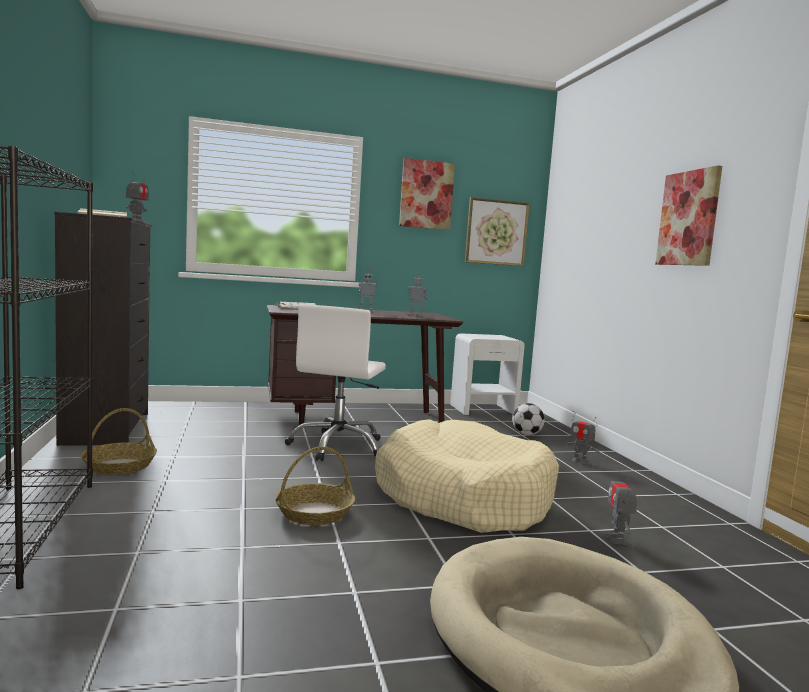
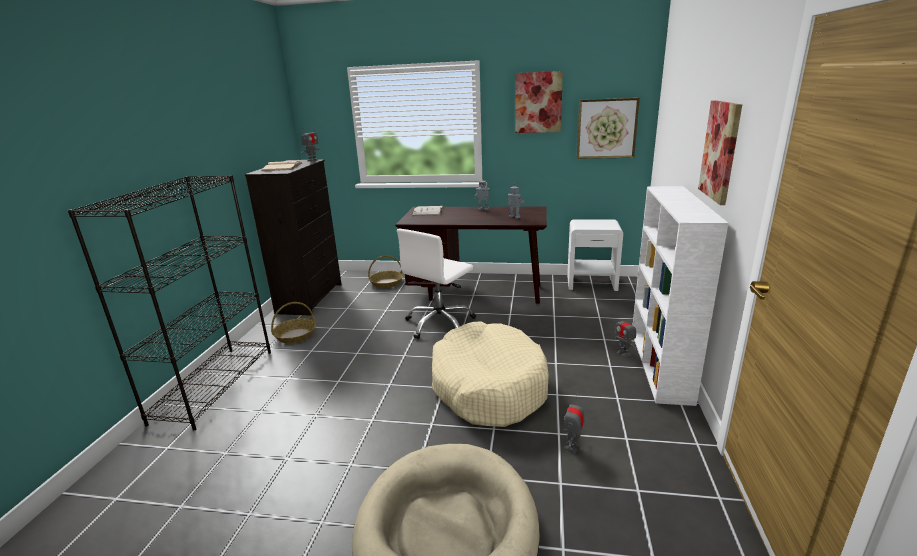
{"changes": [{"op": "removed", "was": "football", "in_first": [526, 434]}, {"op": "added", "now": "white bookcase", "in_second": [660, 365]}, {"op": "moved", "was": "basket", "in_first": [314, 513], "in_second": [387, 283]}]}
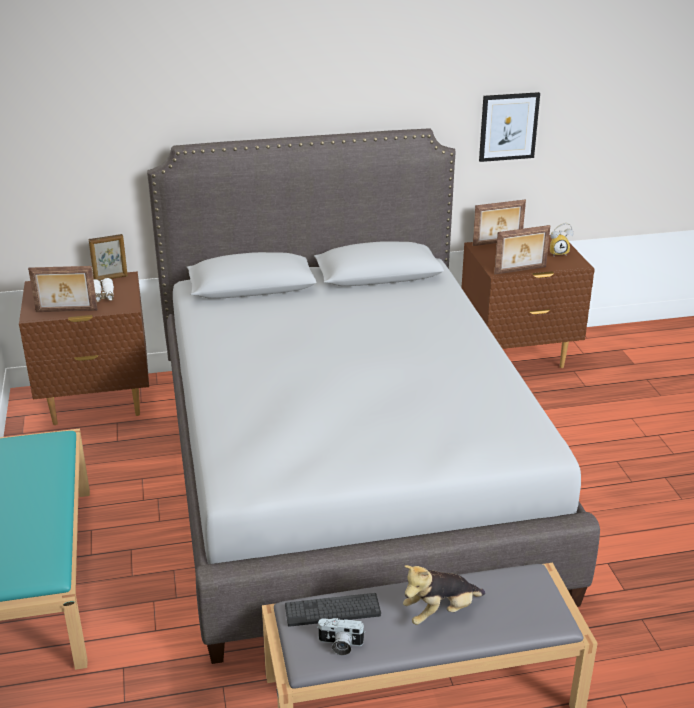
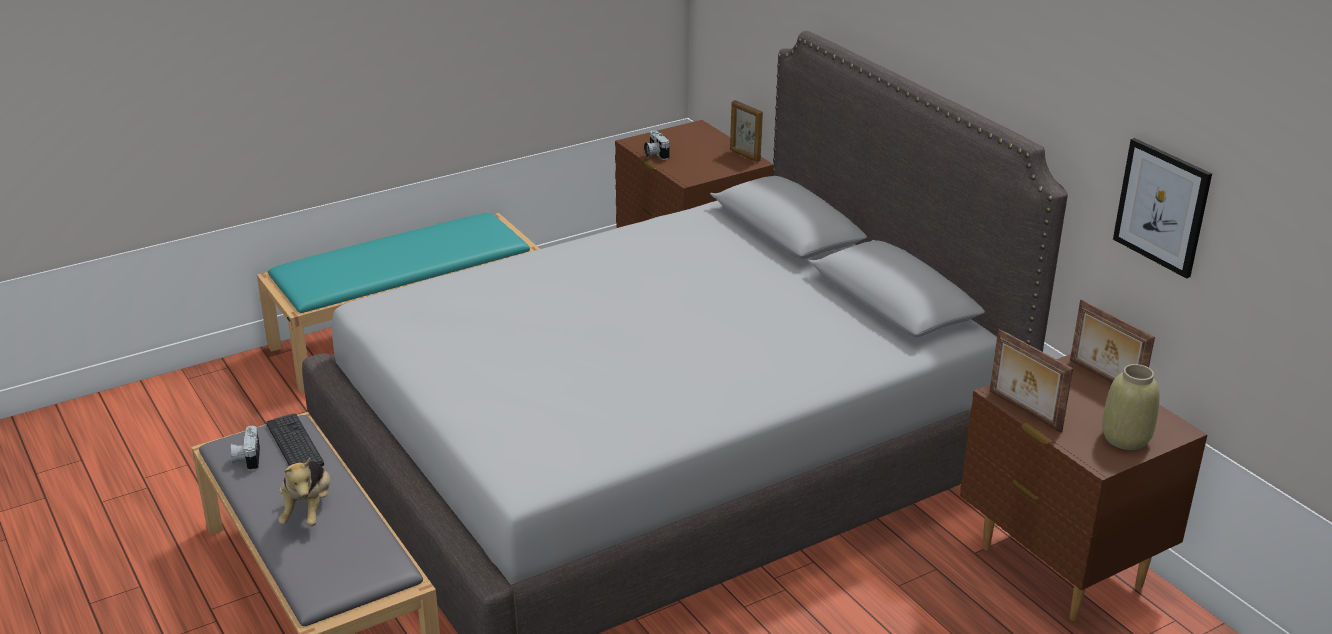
{"changes": [{"op": "removed", "was": "white binoculars", "in_first": [103, 296]}, {"op": "replaced", "was": "picture frame", "now": "photo camera", "in_first": [66, 311], "in_second": [655, 154]}, {"op": "replaced", "was": "alarm clock", "now": "beige vase", "in_first": [558, 253], "in_second": [1126, 439]}, {"op": "turned", "was": "plush toy", "in_first": [440, 612], "in_second": [308, 510], "clockwise": -135}]}
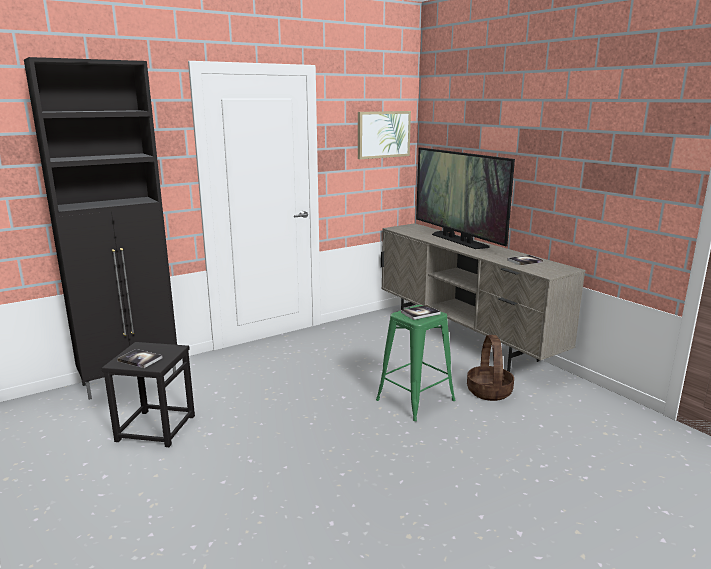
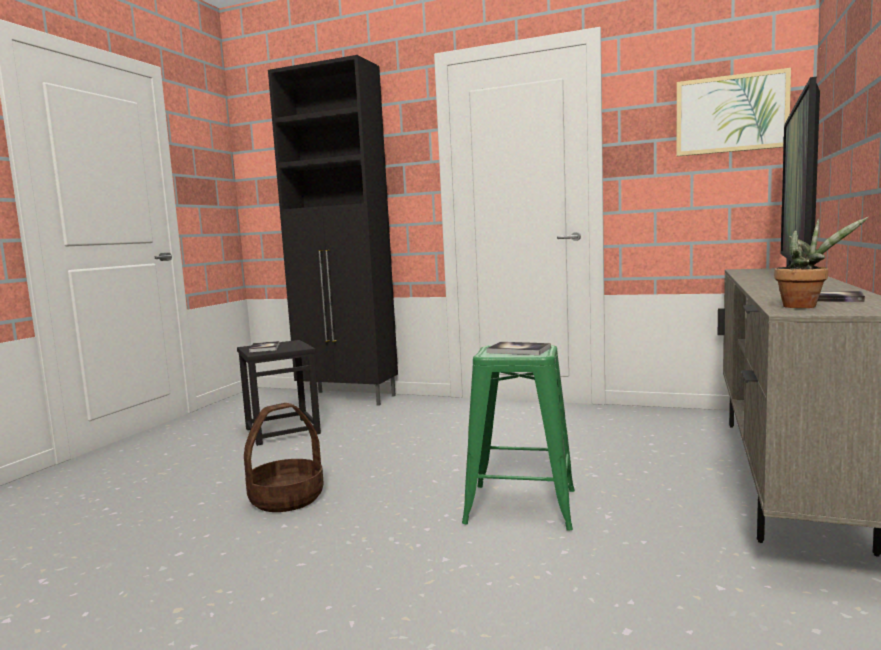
{"changes": [{"op": "added", "now": "potted plant", "in_second": [804, 306]}, {"op": "moved", "was": "basket", "in_first": [488, 391], "in_second": [287, 498]}]}
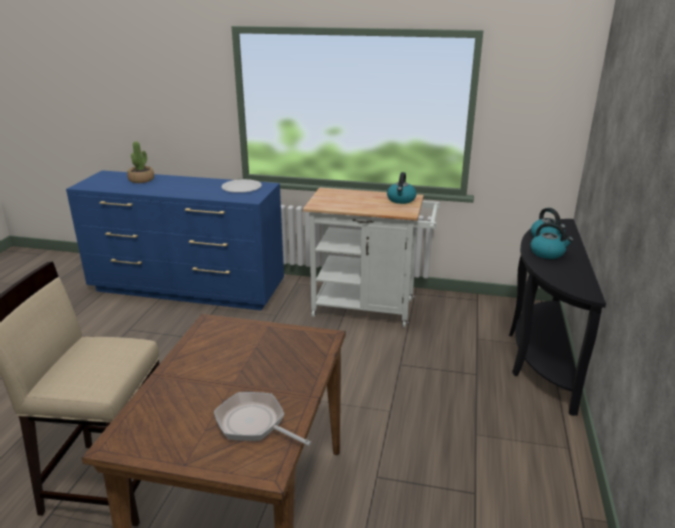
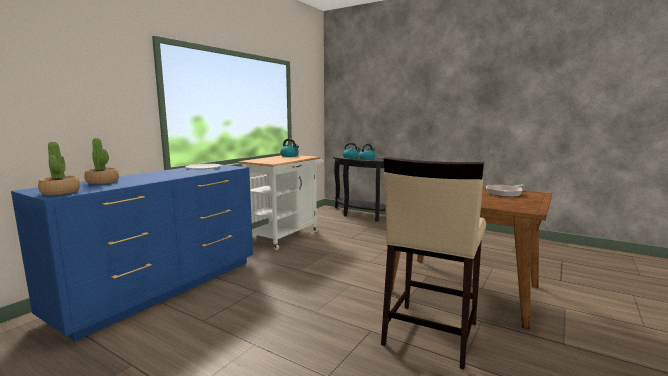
{"changes": [{"op": "added", "now": "potted plant", "in_second": [60, 192]}]}
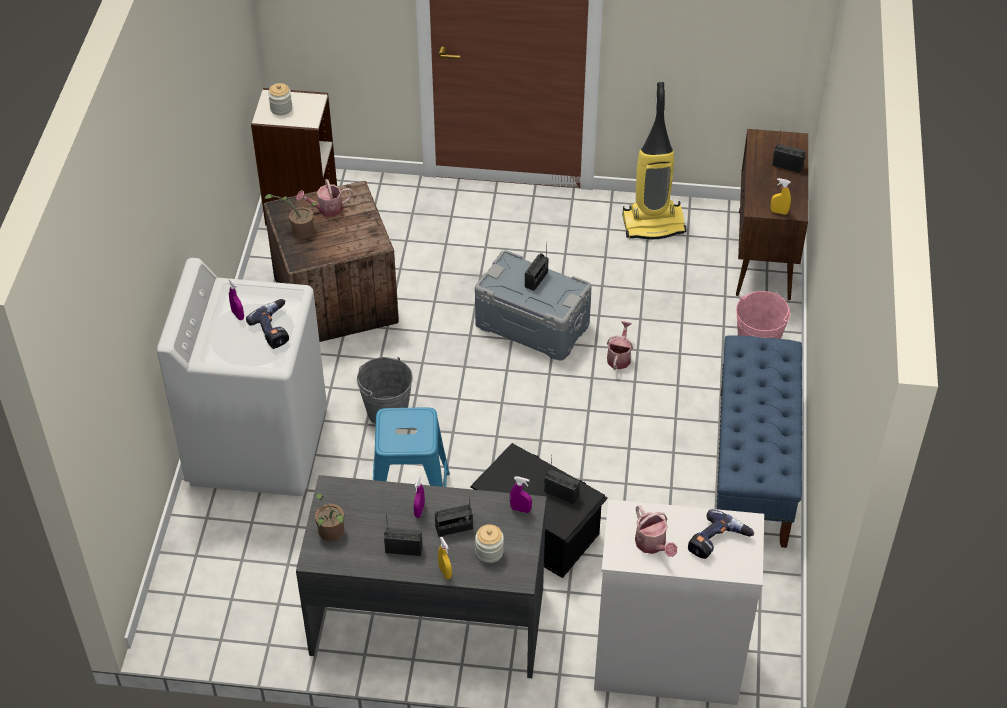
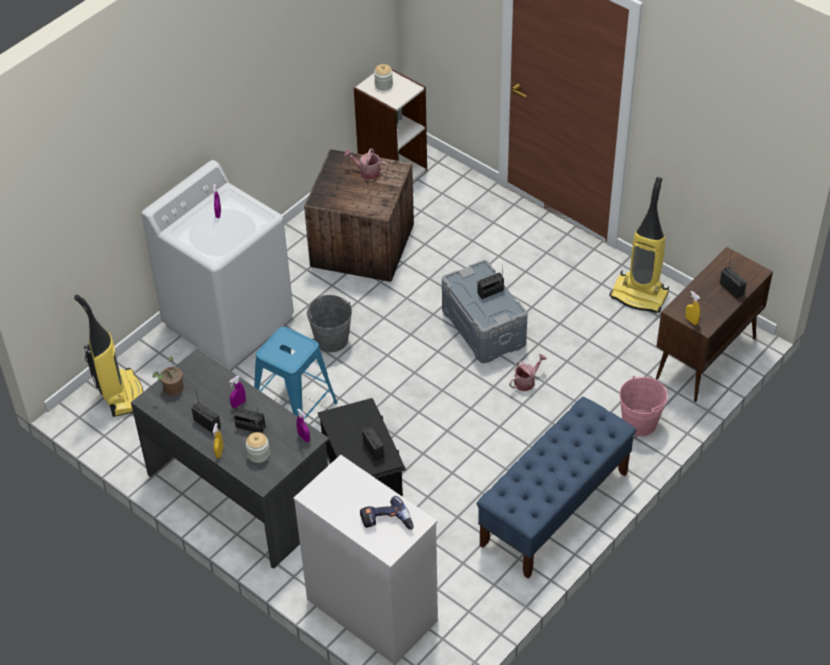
{"changes": [{"op": "removed", "was": "power drill", "in_first": [275, 328]}, {"op": "removed", "was": "potted plant", "in_first": [299, 230]}, {"op": "removed", "was": "watering can", "in_first": [652, 545]}, {"op": "added", "now": "vacuum cleaner", "in_second": [121, 394]}]}
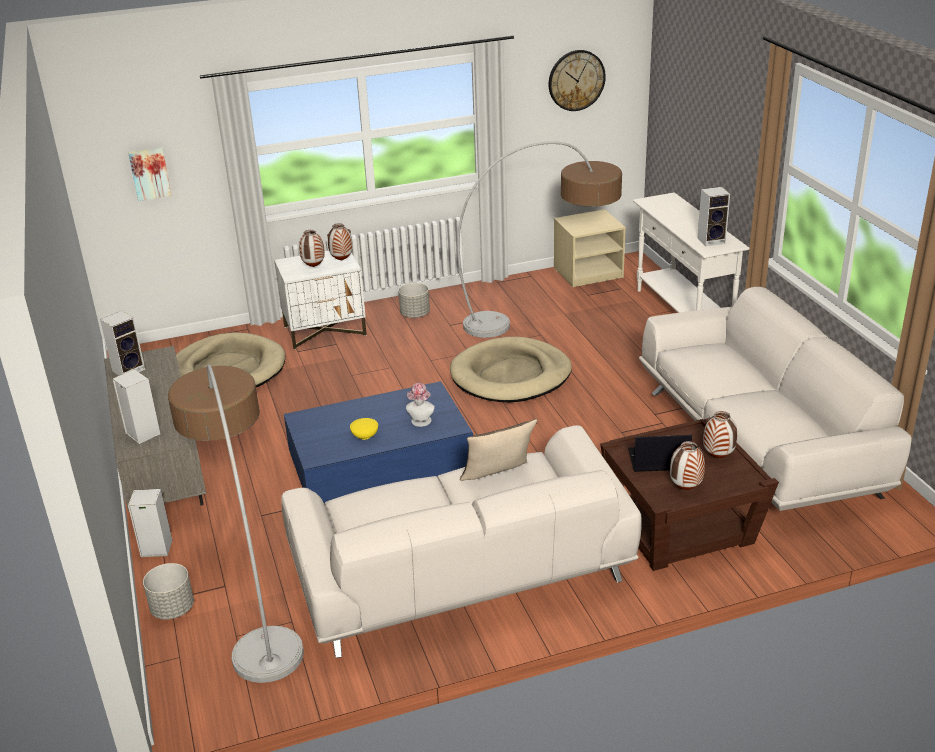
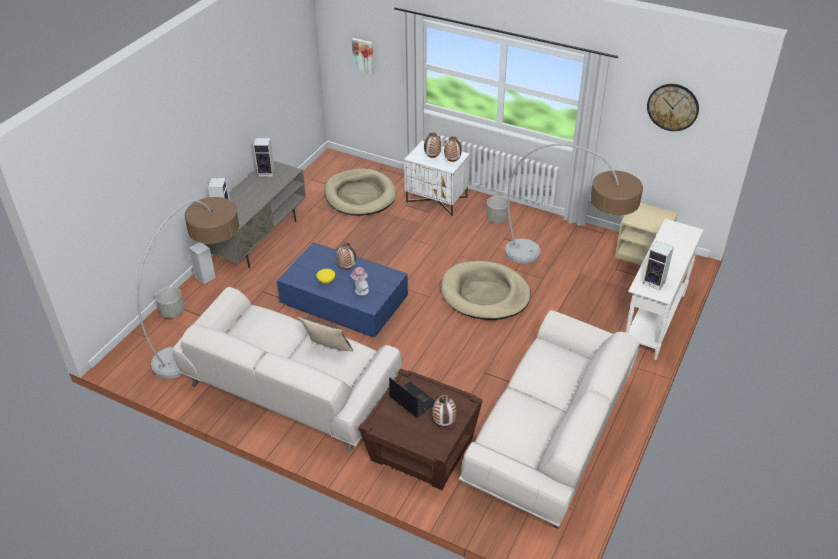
{"changes": [{"op": "moved", "was": "vase", "in_first": [685, 489], "in_second": [347, 268]}]}
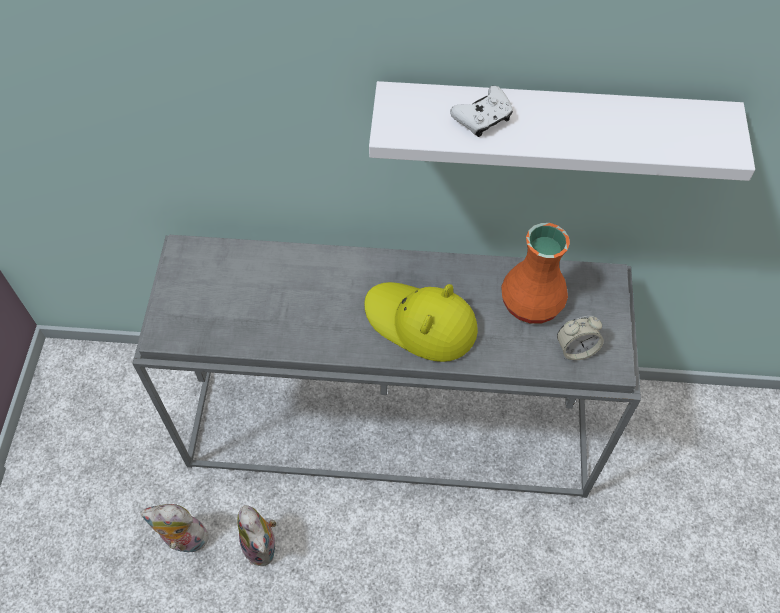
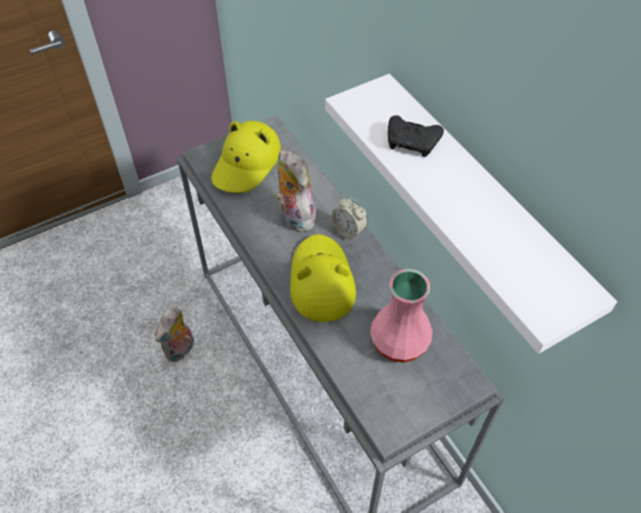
{"changes": [{"op": "added", "now": "yellow hat", "in_second": [246, 163]}, {"op": "moved", "was": "plush toy", "in_first": [183, 540], "in_second": [294, 216]}, {"op": "moved", "was": "alarm clock", "in_first": [576, 349], "in_second": [348, 230]}, {"op": "recoloured", "was": "white game controller", "now": "black game controller", "in_first": [483, 119], "in_second": [411, 142]}, {"op": "recoloured", "was": "orange vase", "now": "pink vase", "in_first": [531, 300], "in_second": [400, 340]}]}
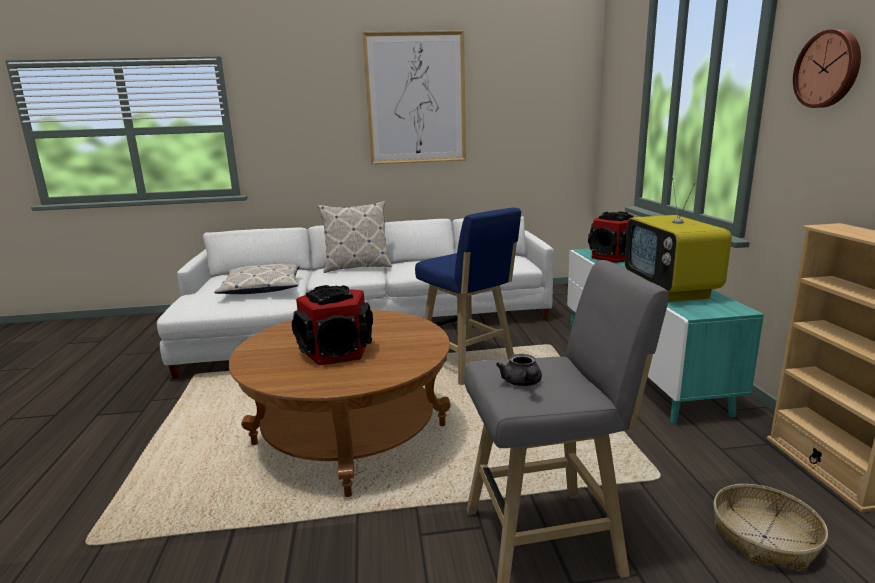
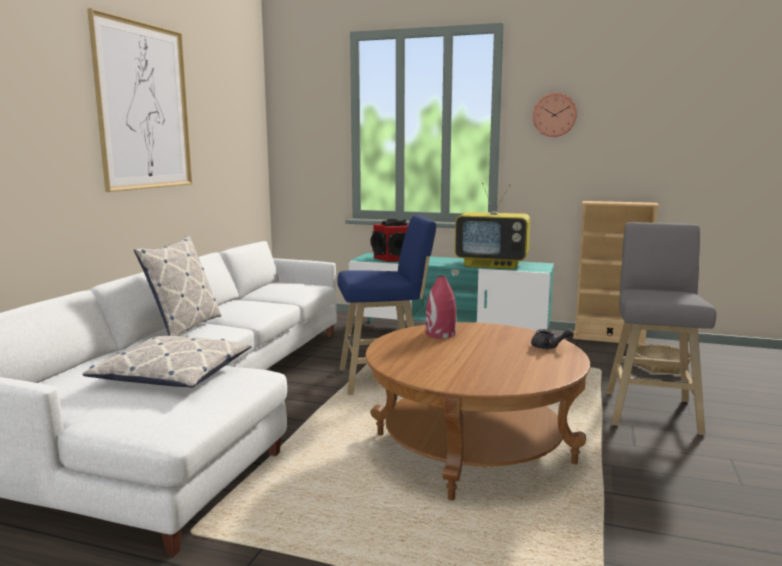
{"changes": [{"op": "removed", "was": "speaker", "in_first": [337, 352]}, {"op": "added", "now": "red vase", "in_second": [440, 334]}, {"op": "moved", "was": "grey teapot", "in_first": [522, 383], "in_second": [548, 347]}]}
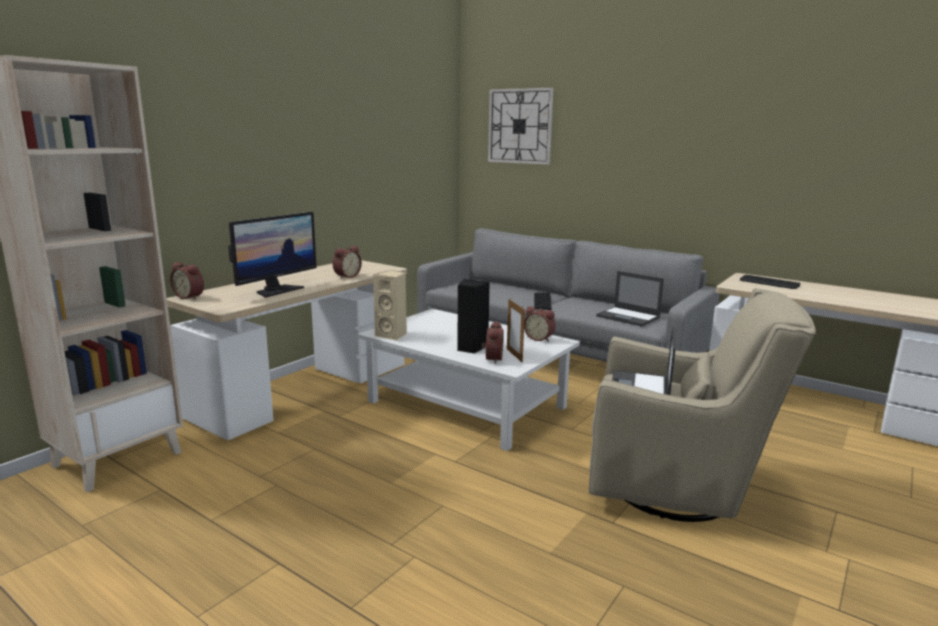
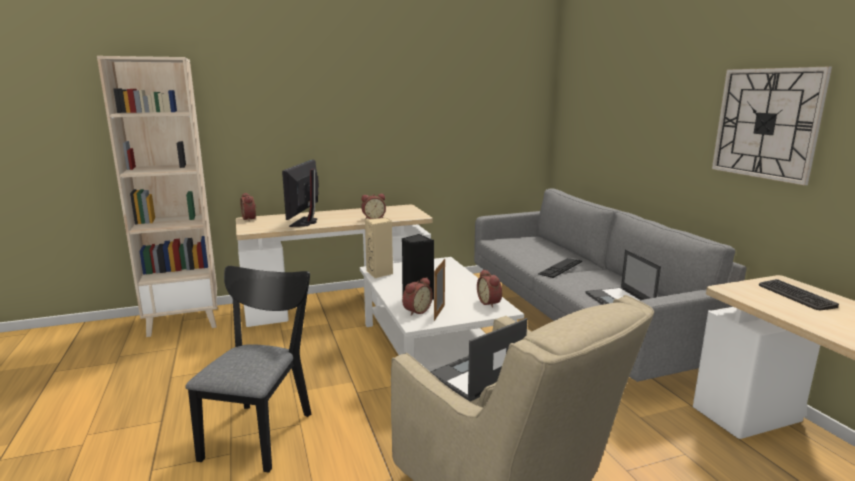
{"changes": [{"op": "added", "now": "black chair", "in_second": [261, 430]}, {"op": "moved", "was": "wall clock", "in_first": [520, 126], "in_second": [766, 123]}, {"op": "turned", "was": "monitor", "in_first": [276, 290], "in_second": [305, 222], "clockwise": 120}]}
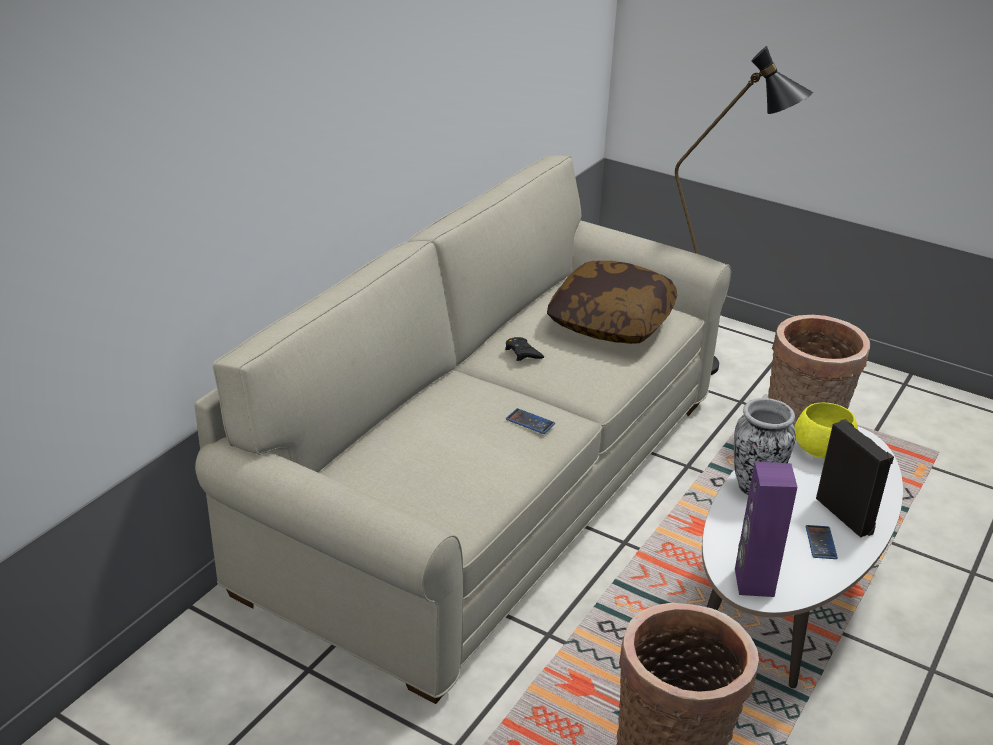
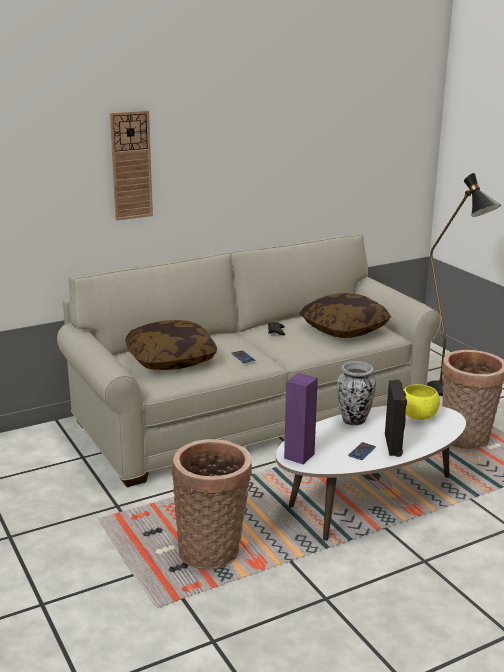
{"changes": [{"op": "added", "now": "wall clock", "in_second": [131, 165]}, {"op": "added", "now": "pillow", "in_second": [171, 359]}]}
